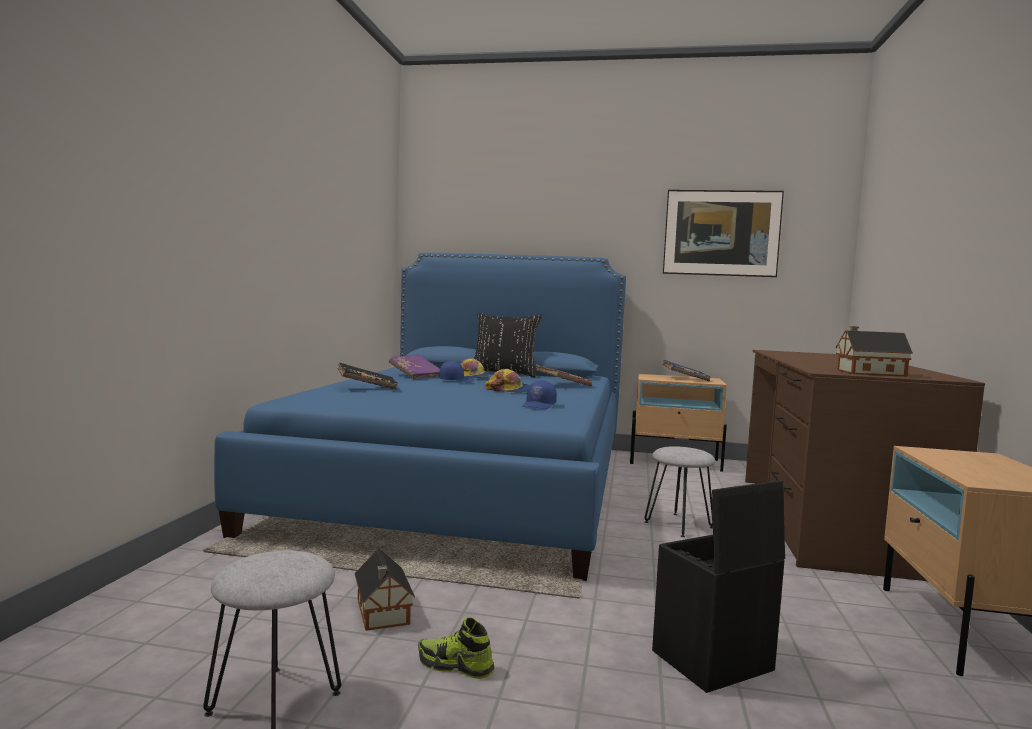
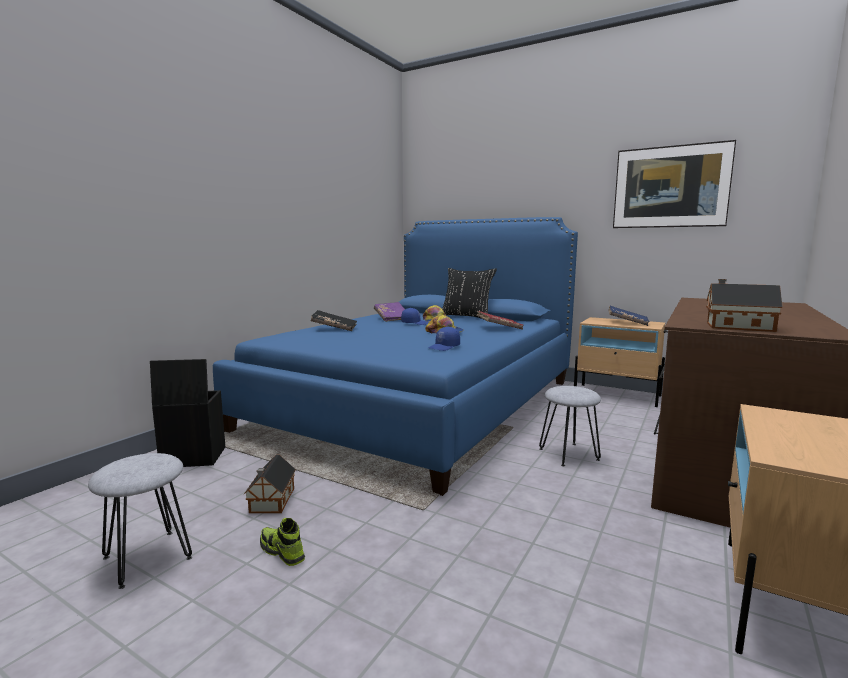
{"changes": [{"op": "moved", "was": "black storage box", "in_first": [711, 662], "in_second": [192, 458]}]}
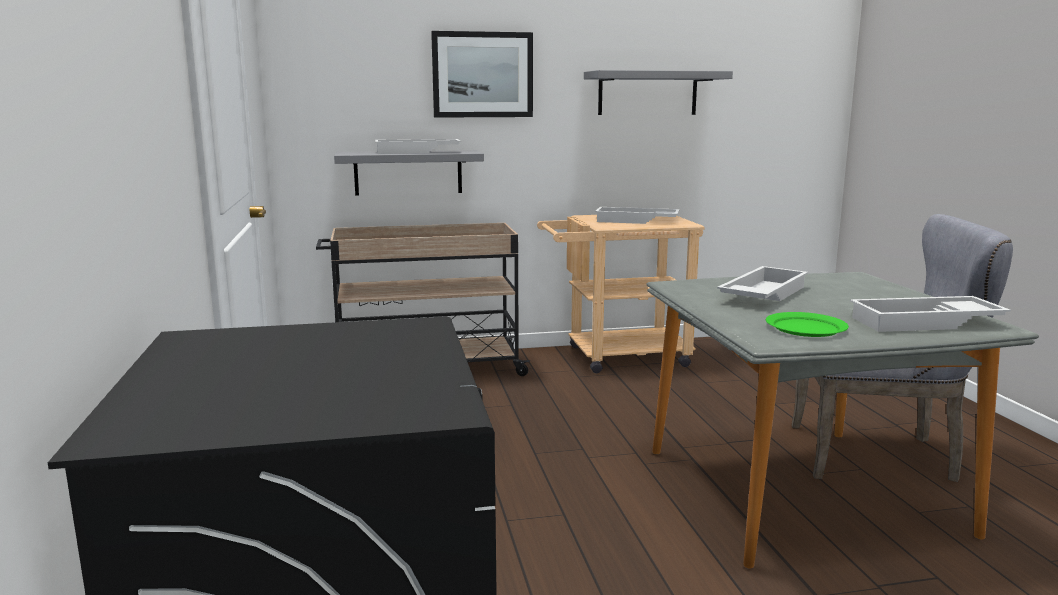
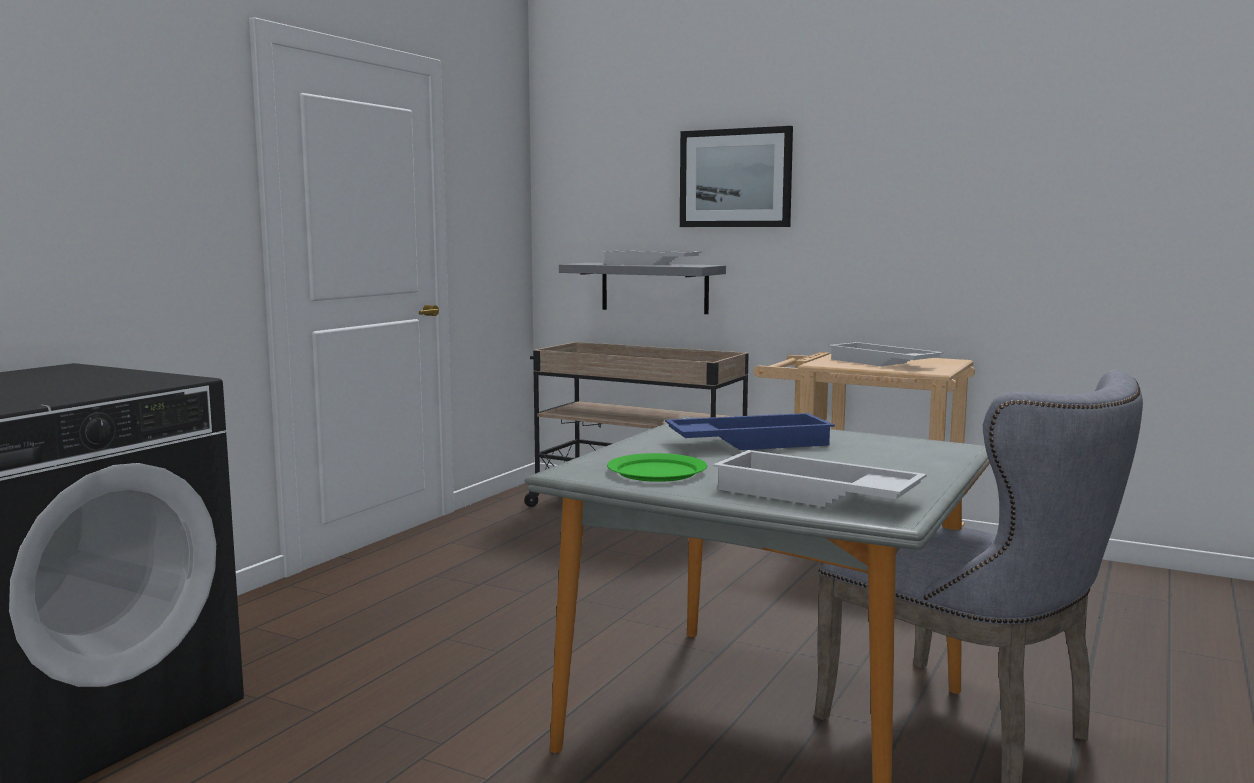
{"changes": [{"op": "removed", "was": "grey shelf", "in_first": [647, 93]}, {"op": "recoloured", "was": "white tray", "now": "blue tray", "in_first": [762, 294], "in_second": [749, 442]}]}
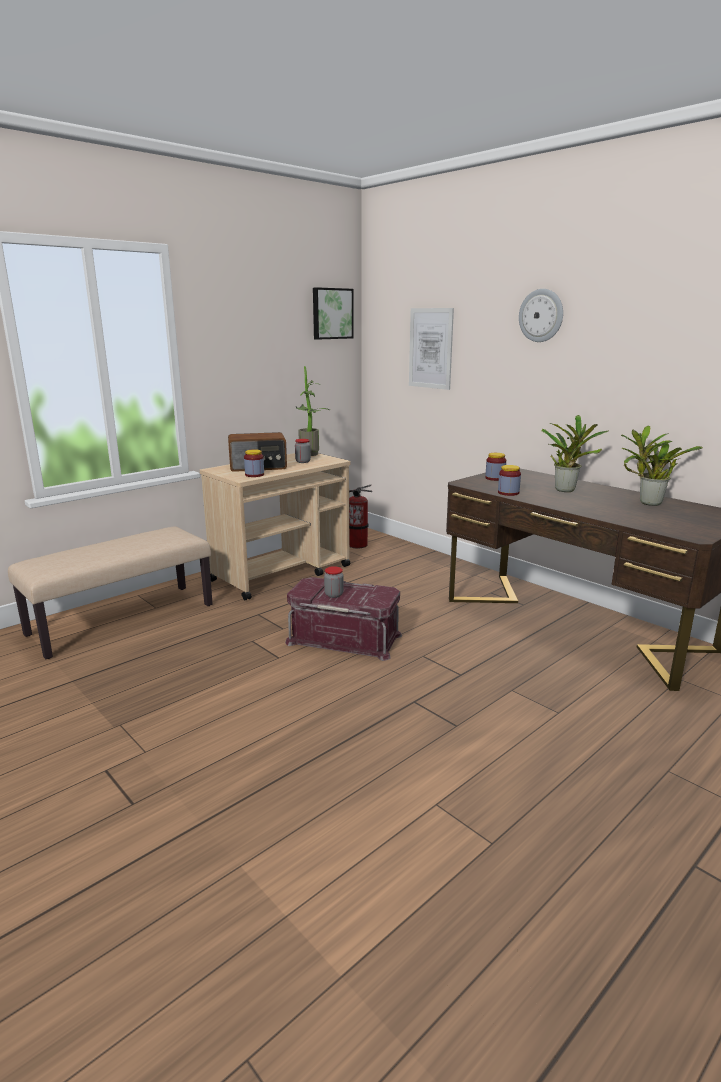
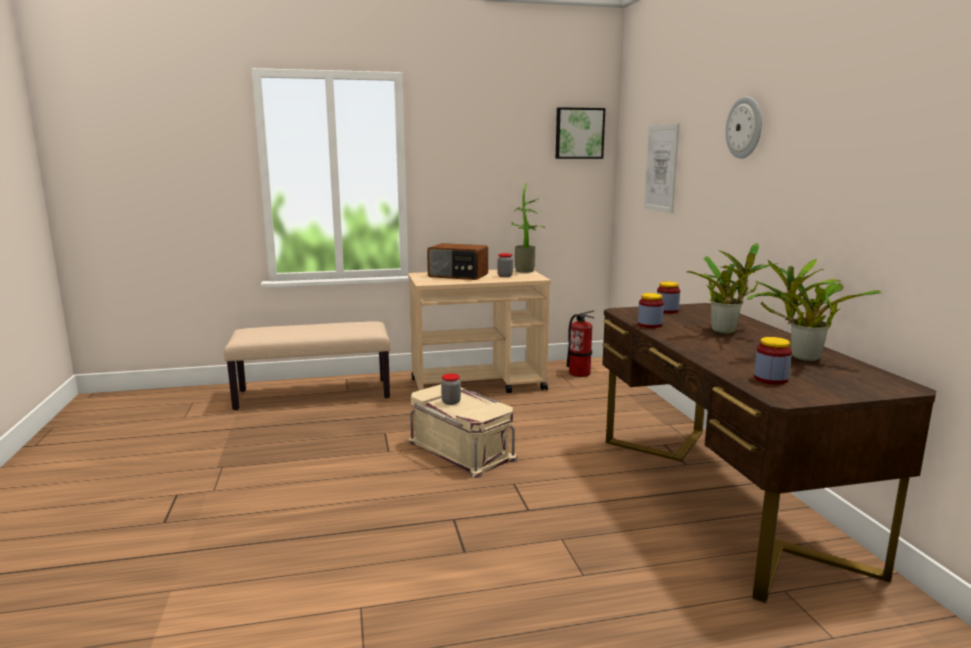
{"changes": [{"op": "moved", "was": "jar", "in_first": [254, 475], "in_second": [770, 379]}, {"op": "recoloured", "was": "red storage box", "now": "beige storage box", "in_first": [344, 638], "in_second": [462, 450]}]}
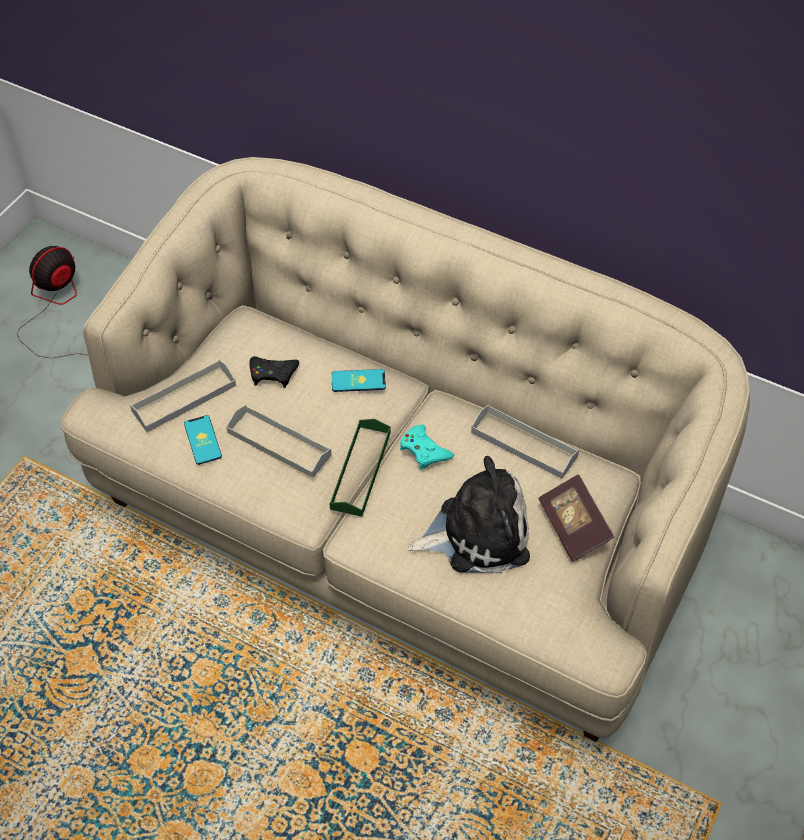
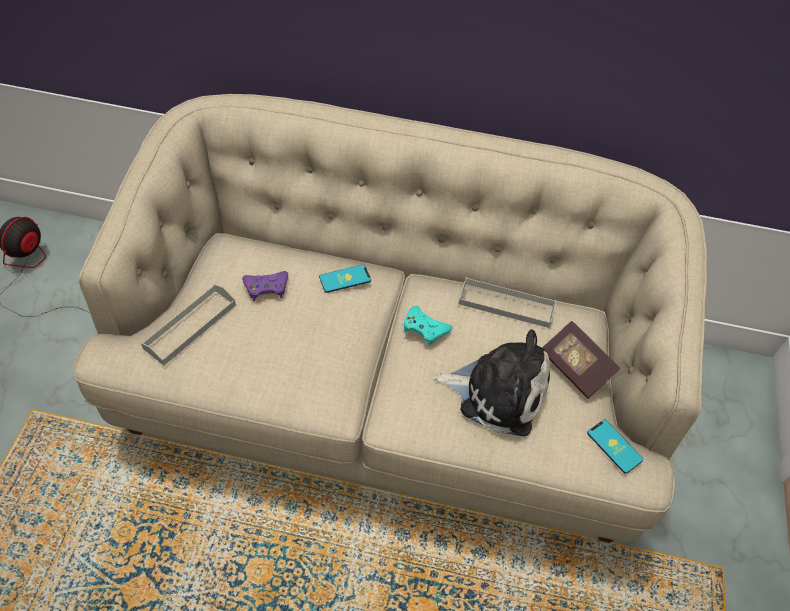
{"changes": [{"op": "removed", "was": "grey tray", "in_first": [279, 444]}, {"op": "removed", "was": "green tray", "in_first": [360, 470]}, {"op": "moved", "was": "phone", "in_first": [202, 440], "in_second": [614, 446]}, {"op": "recoloured", "was": "black game controller", "now": "purple game controller", "in_first": [273, 373], "in_second": [266, 287]}, {"op": "turned", "was": "plush toy", "in_first": [477, 533], "in_second": [497, 392], "clockwise": 45}]}
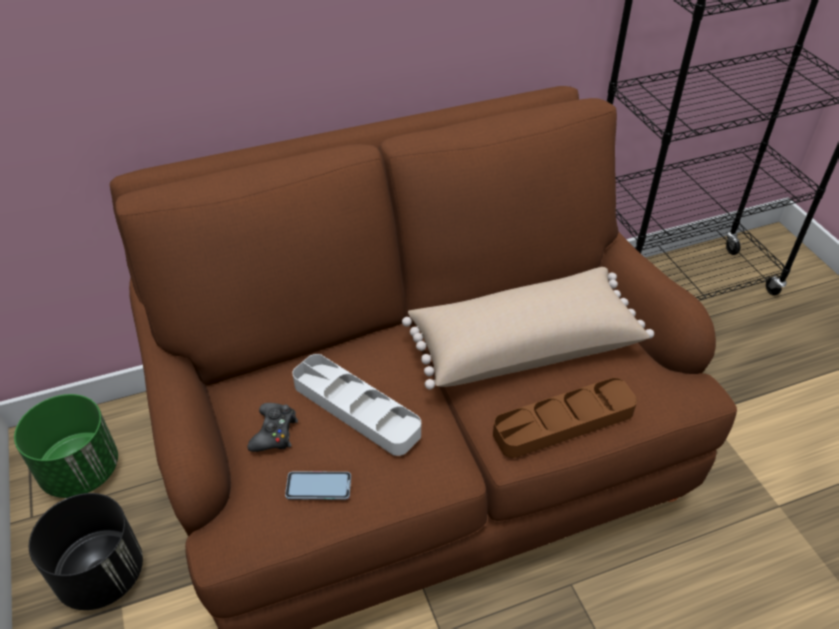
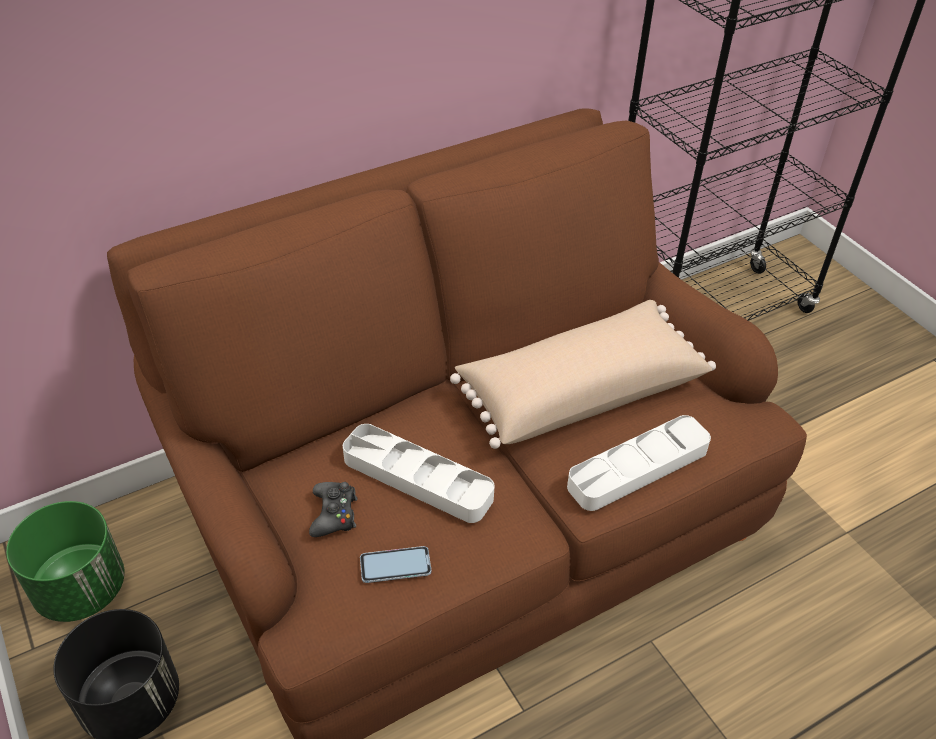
{"changes": [{"op": "recoloured", "was": "brown tray", "now": "white tray", "in_first": [563, 422], "in_second": [638, 468]}]}
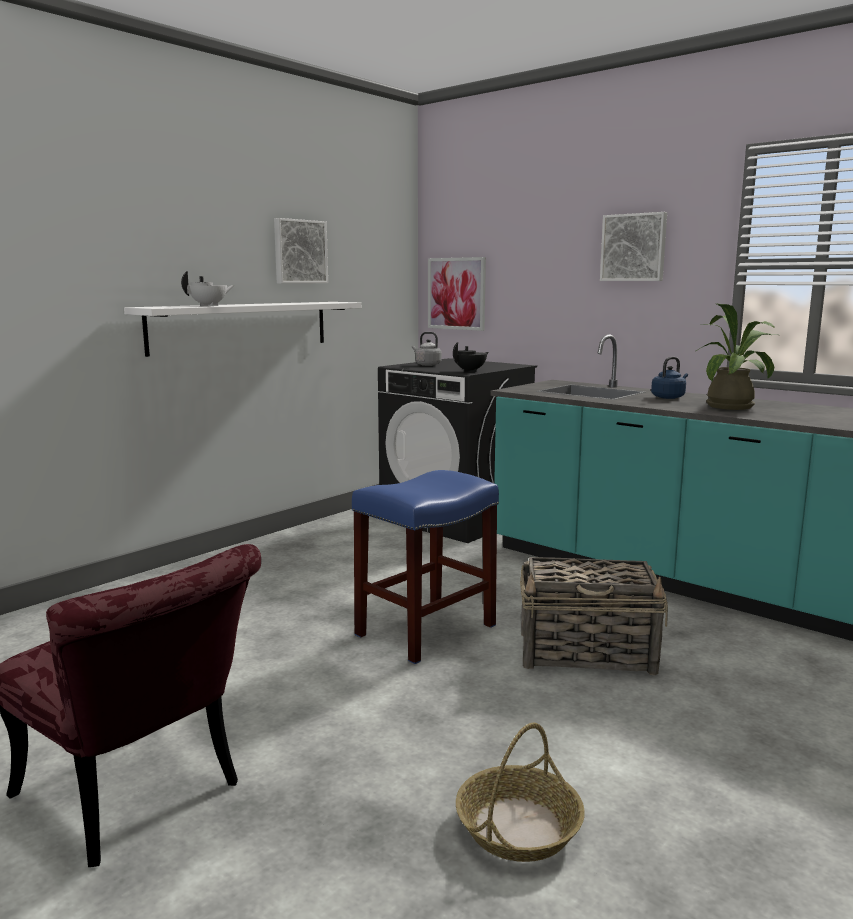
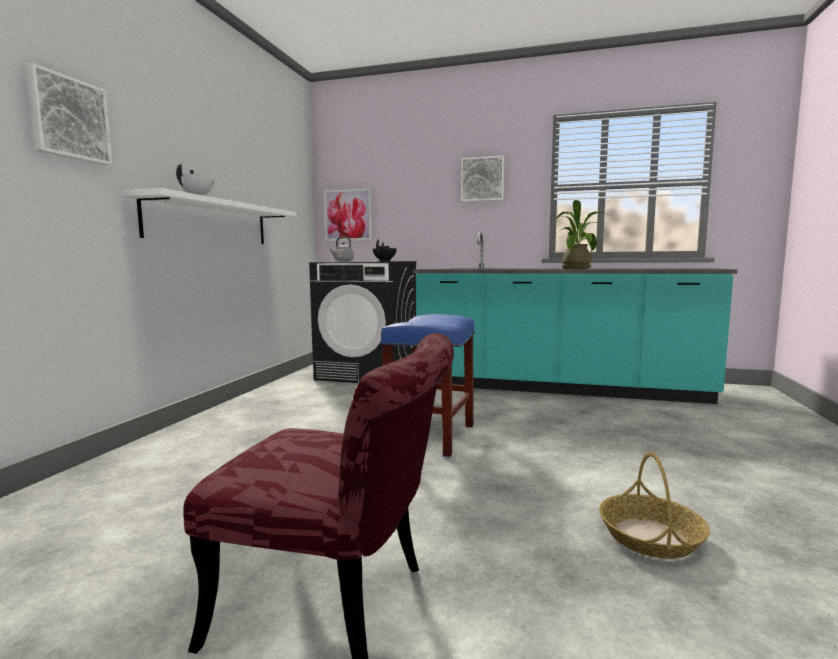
{"changes": [{"op": "removed", "was": "basket", "in_first": [588, 653]}, {"op": "removed", "was": "blue kettle", "in_first": [669, 397]}, {"op": "moved", "was": "picture", "in_first": [299, 252], "in_second": [68, 119]}]}
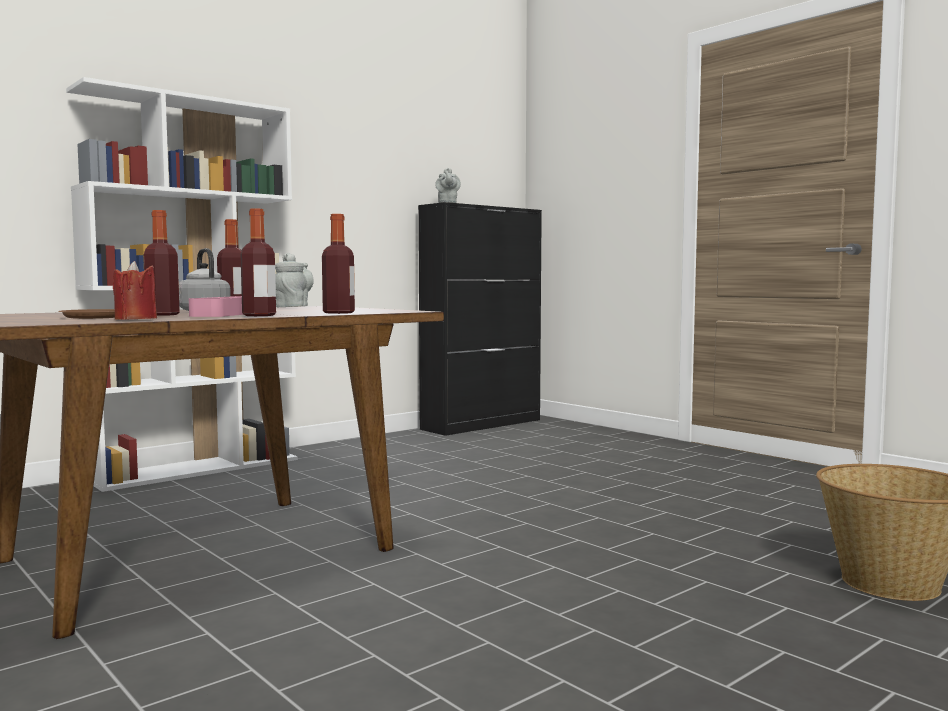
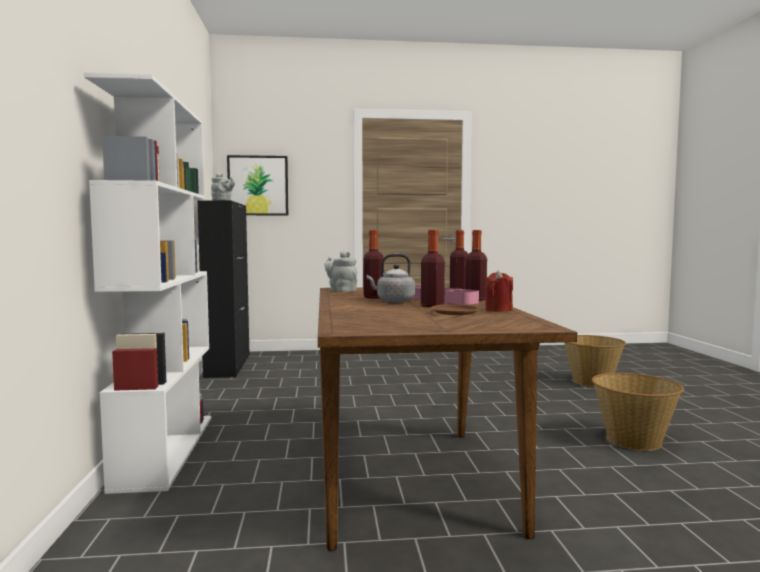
{"changes": [{"op": "added", "now": "picture", "in_second": [258, 185]}, {"op": "added", "now": "basket", "in_second": [633, 440]}]}
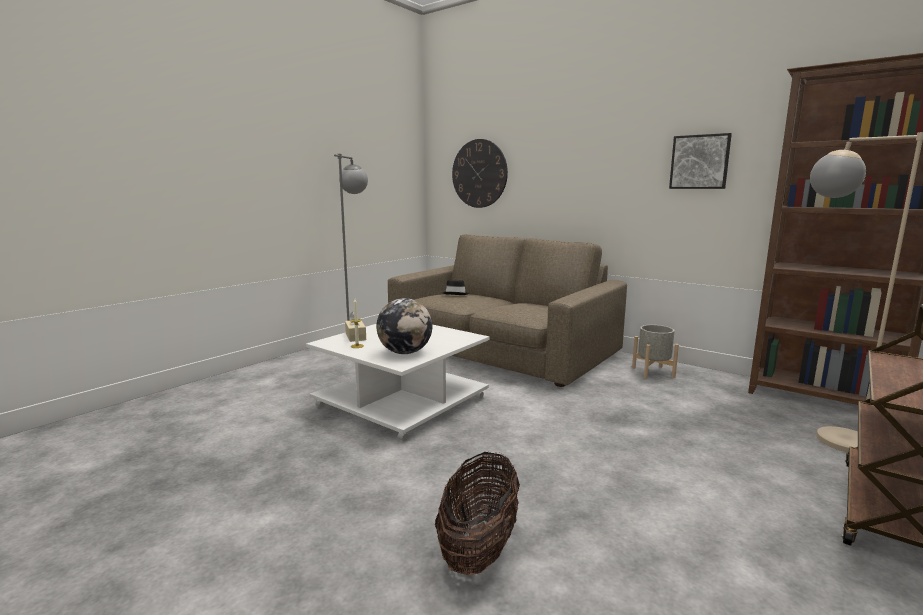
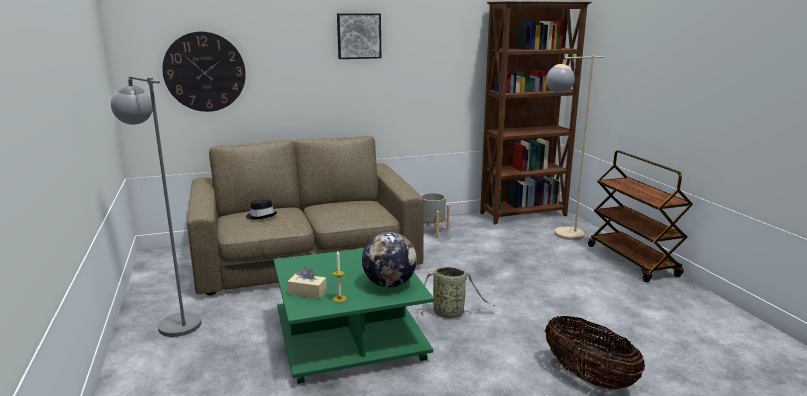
{"changes": [{"op": "added", "now": "basket", "in_second": [450, 313]}, {"op": "moved", "was": "picture", "in_first": [700, 162], "in_second": [358, 36]}, {"op": "recoloured", "was": "white coffee table", "now": "green coffee table", "in_first": [403, 402], "in_second": [351, 336]}]}
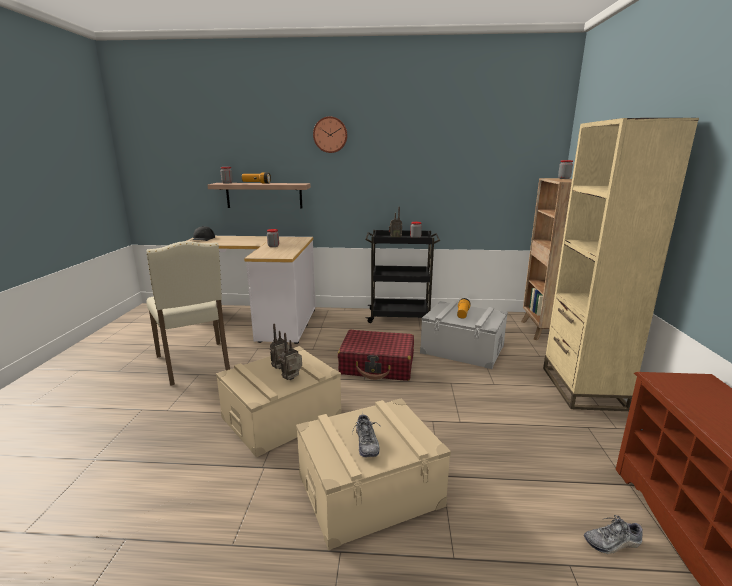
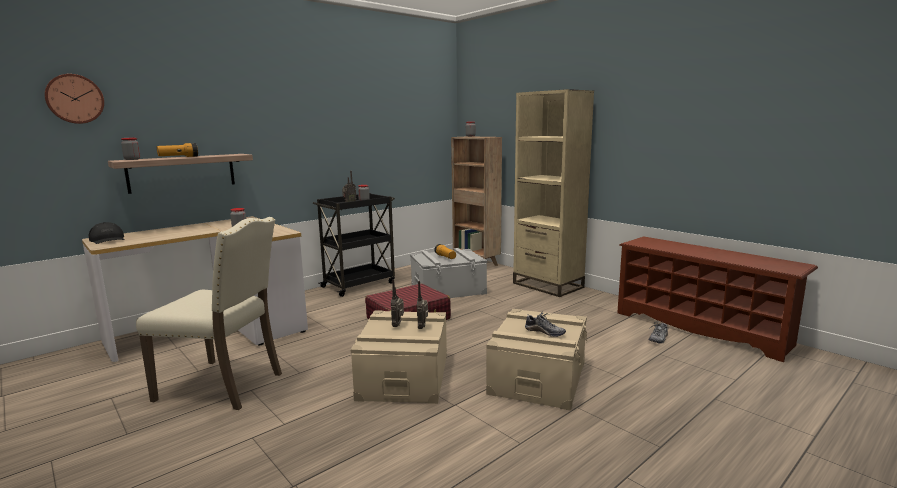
{"changes": [{"op": "moved", "was": "wall clock", "in_first": [330, 135], "in_second": [74, 99]}]}
